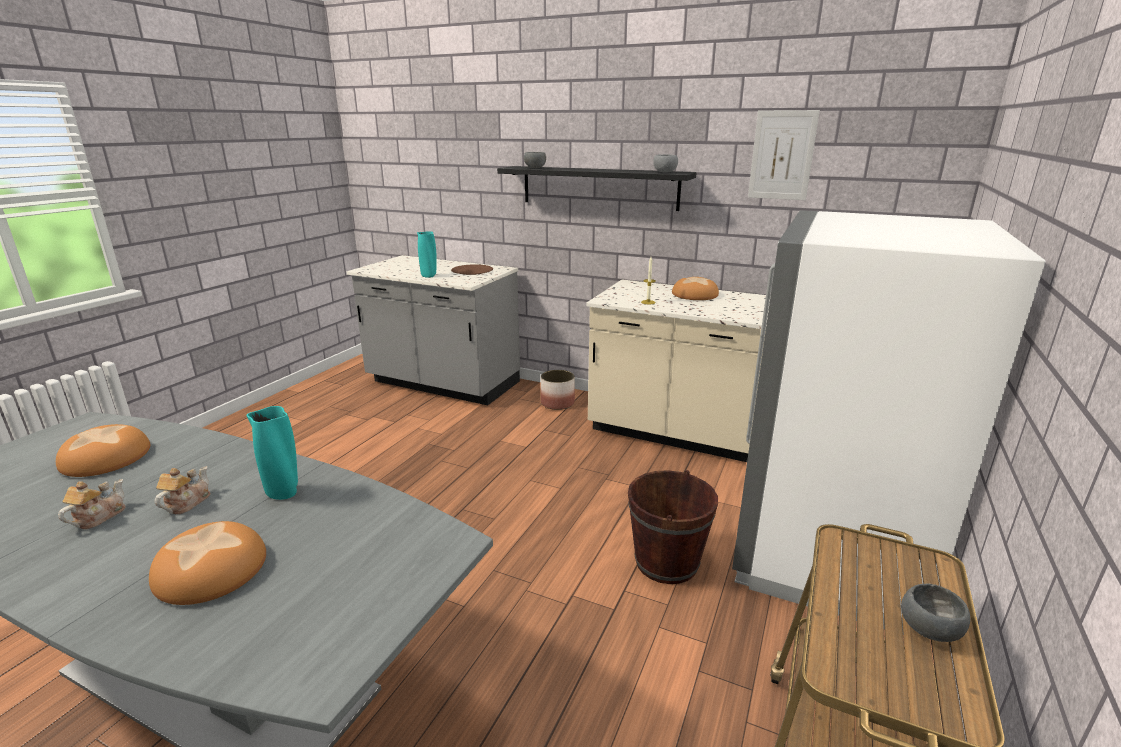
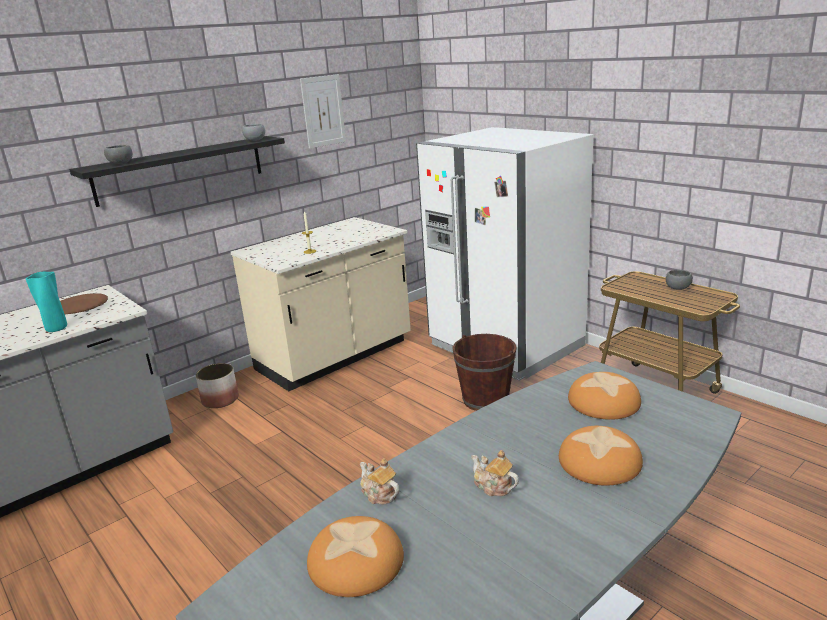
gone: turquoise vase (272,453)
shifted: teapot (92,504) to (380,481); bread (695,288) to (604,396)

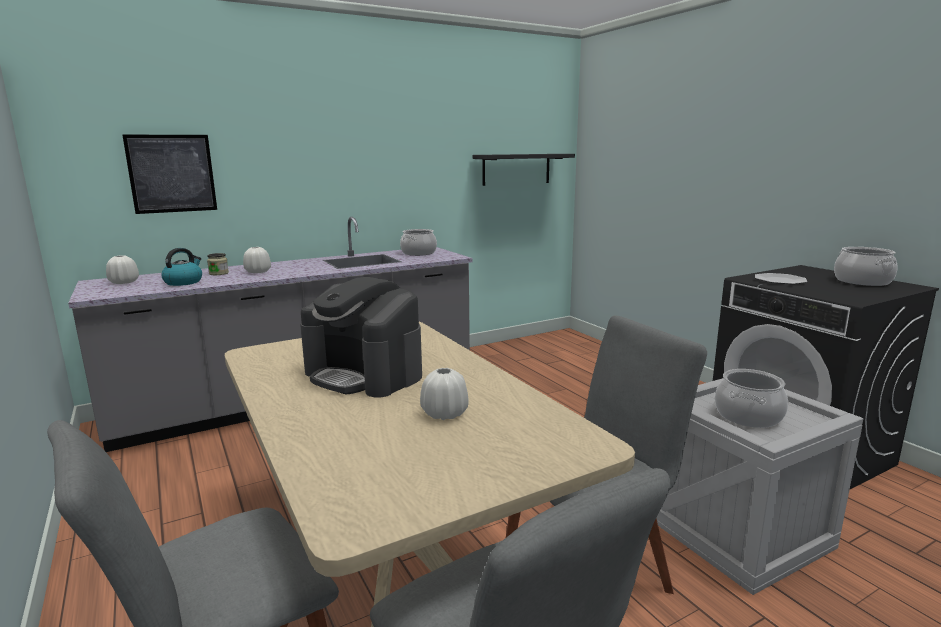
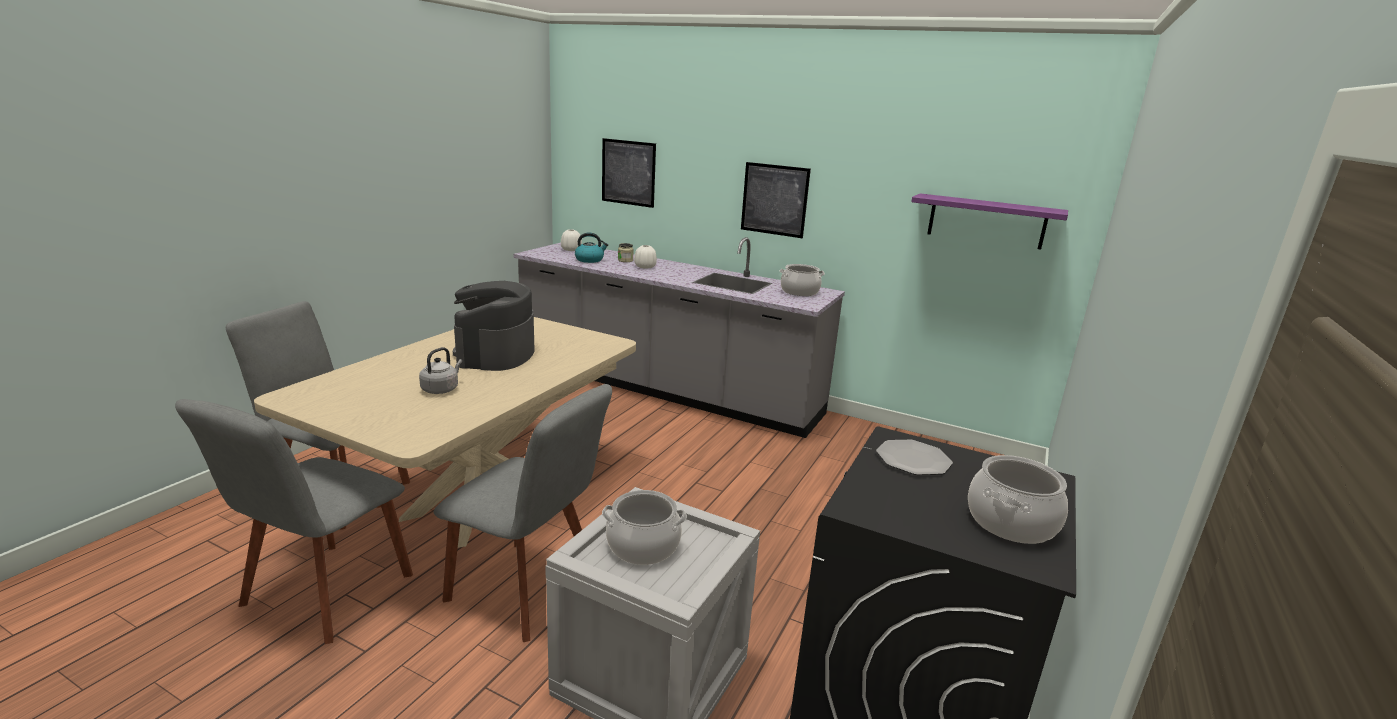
new: picture (776,200)
swapped: white vase (444,394) to grey kettle (440,370)
repainted: black shelf (524,170) to purple shelf (989,221)

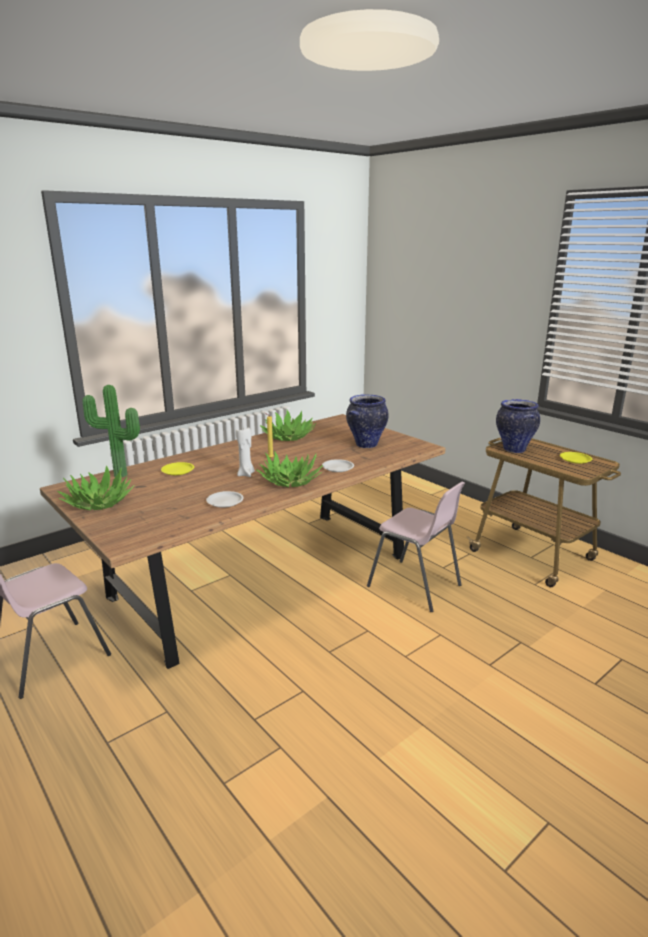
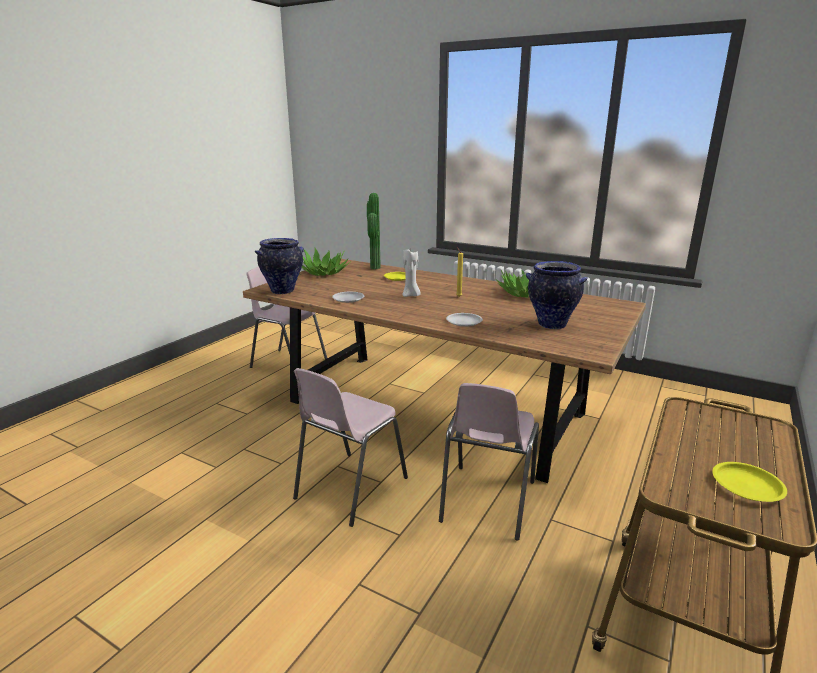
gone: potted plant (289,469)
new: pink chair (350,447)
shifted: vase (518,426) to (279,266)

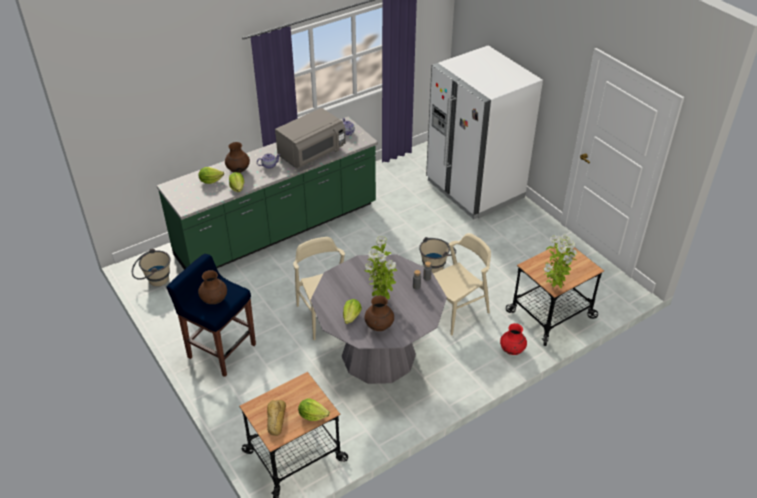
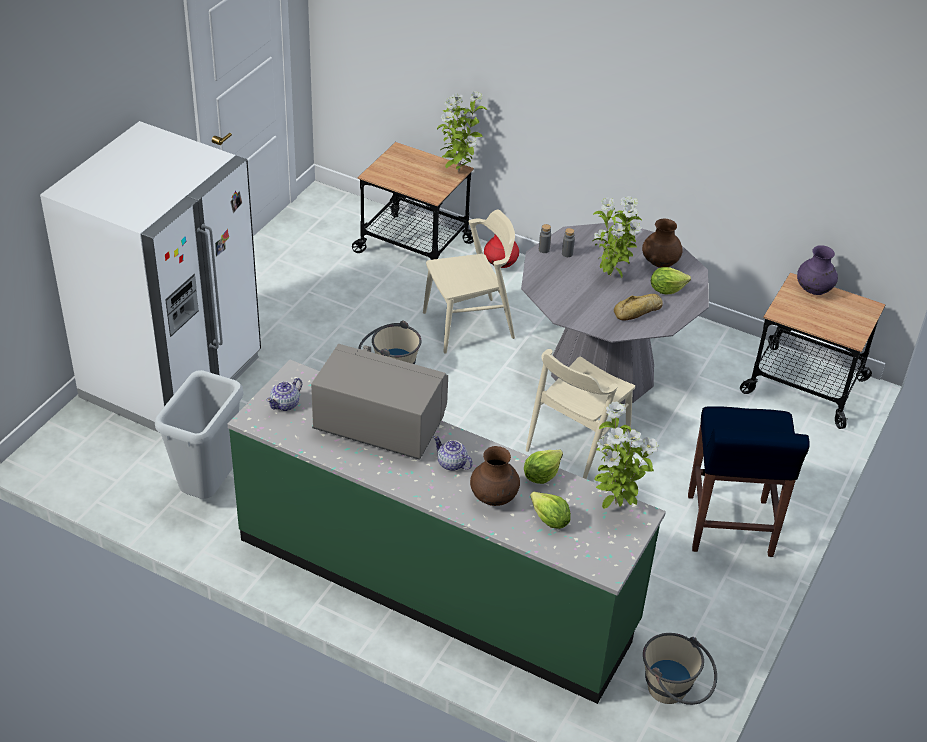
gone: brown vase (212,287)
new: grey trash can (199,434); potted plant (626,455)
shifted: bread (276,418) to (638,307)
swapped: lettuce (314,409) to purple vase (817,270)
rotated: beige chair (462,284) = (469,281) 135 degrees clockwise

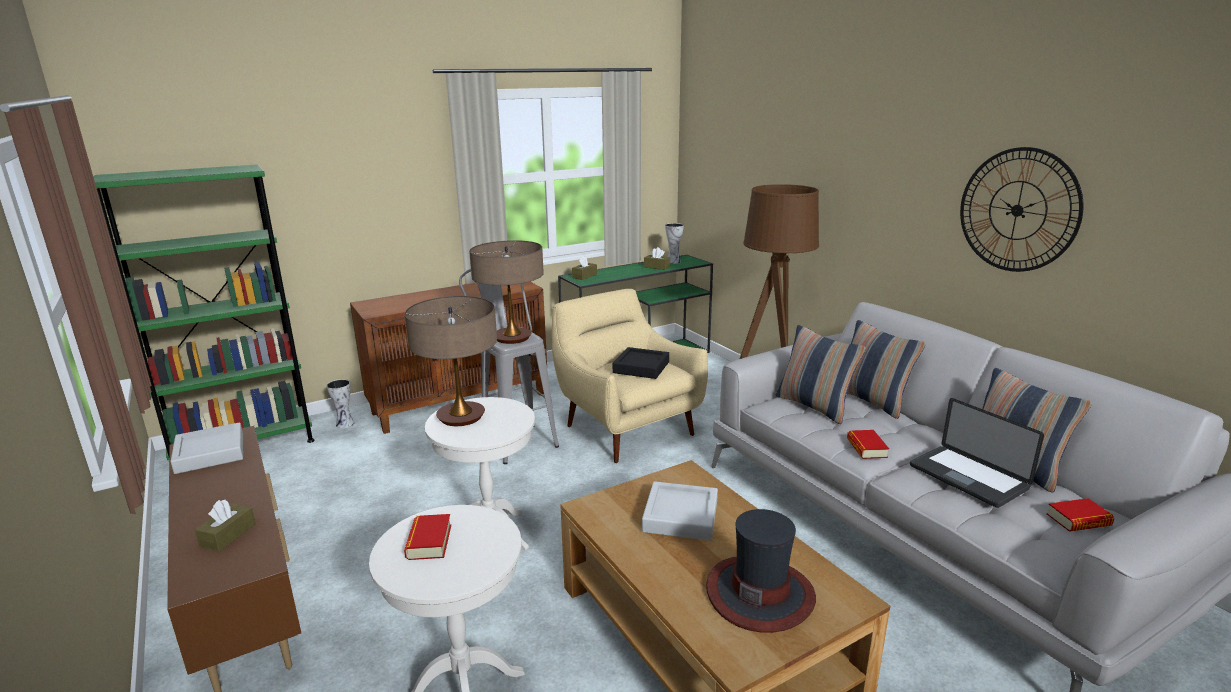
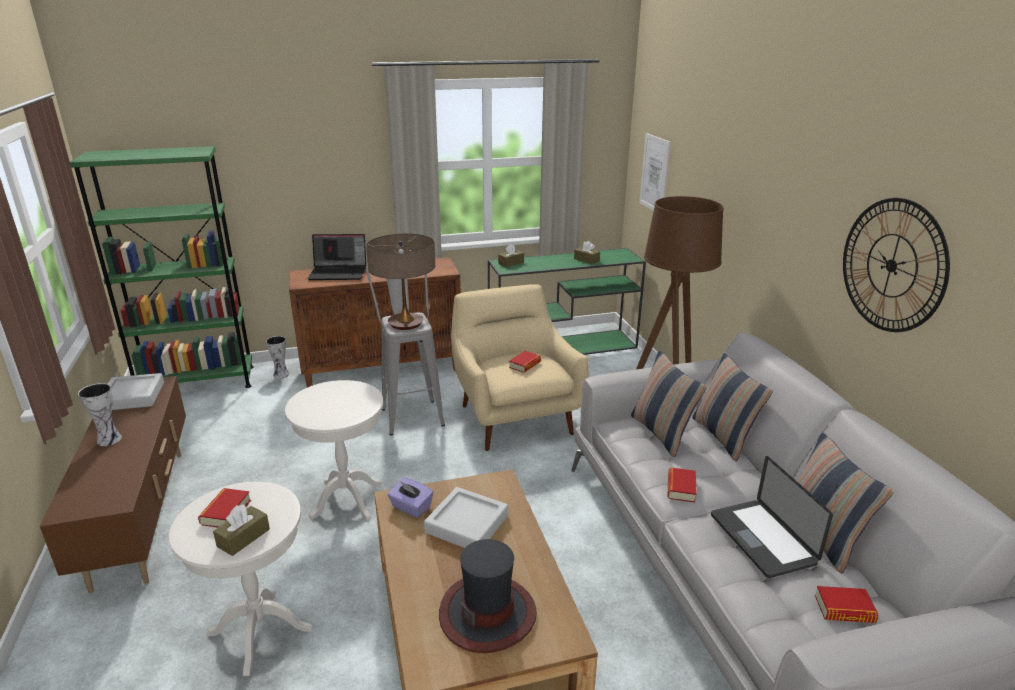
gone: table lamp (451,361)
new: laptop (336,257); purple tissue box (410,498); picture (655,172)
shifted: brown tissue box (225,526) to (241,530); vase (674,243) to (100,414)
swapped: black tray (641,363) to book (525,362)

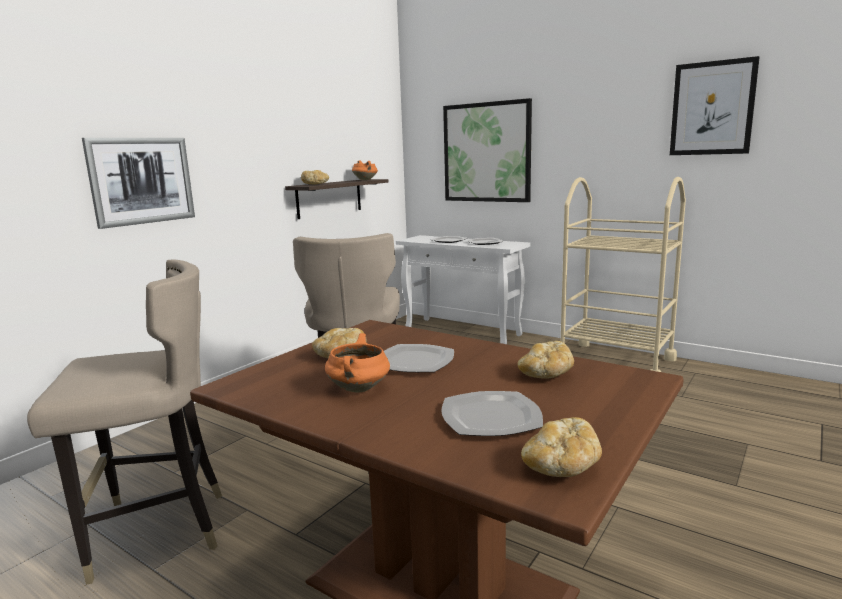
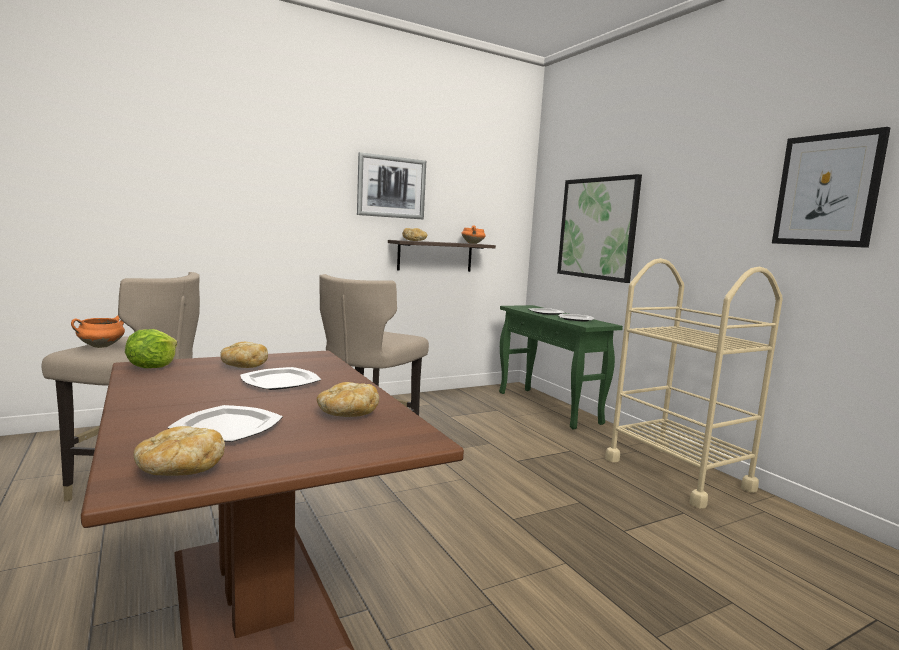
new: lettuce (151,348)
shifted: picture (138,183) to (391,185); orange cooking pot (357,363) to (98,331)
repainted: white console table (463,289) to green console table (561,367)

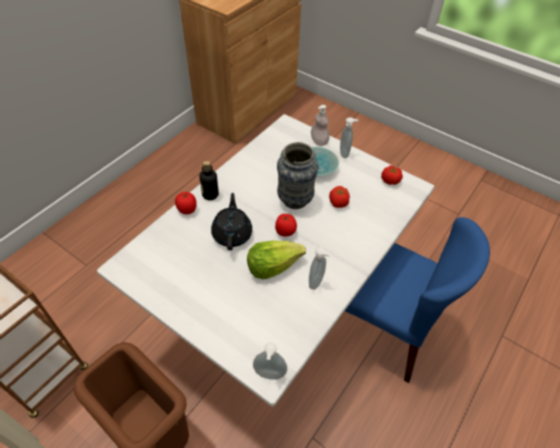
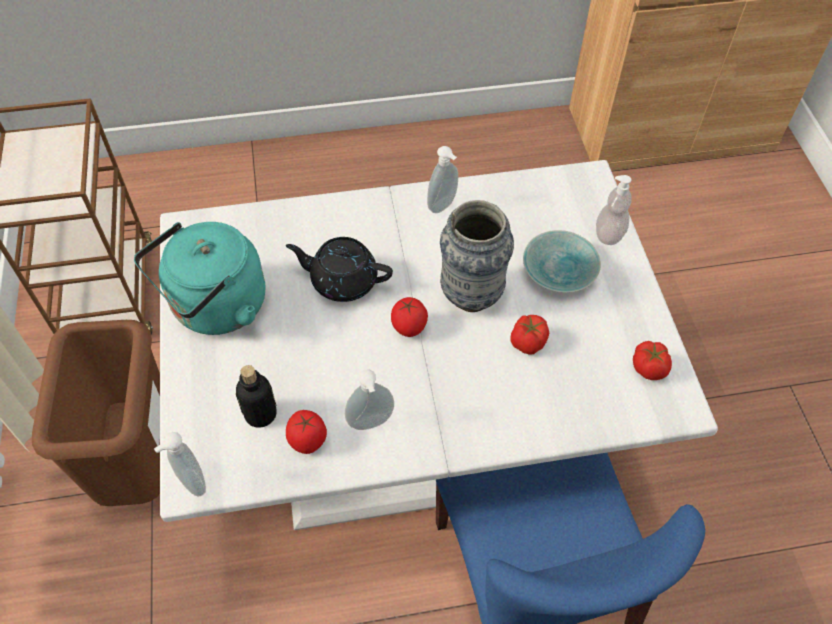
gone: lettuce (276,260)
new: turquoise kettle (199,278)
shifted: tomato (186,203) to (306,432); bottle (209,180) to (256,396); soap dispenser (349,137) to (442,179)
rotated: black teapot (231,221) = (339,269) 120 degrees counterclockwise

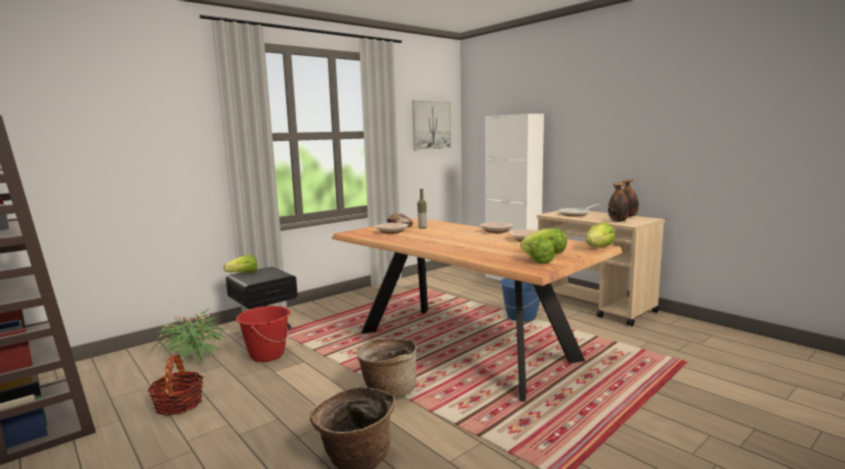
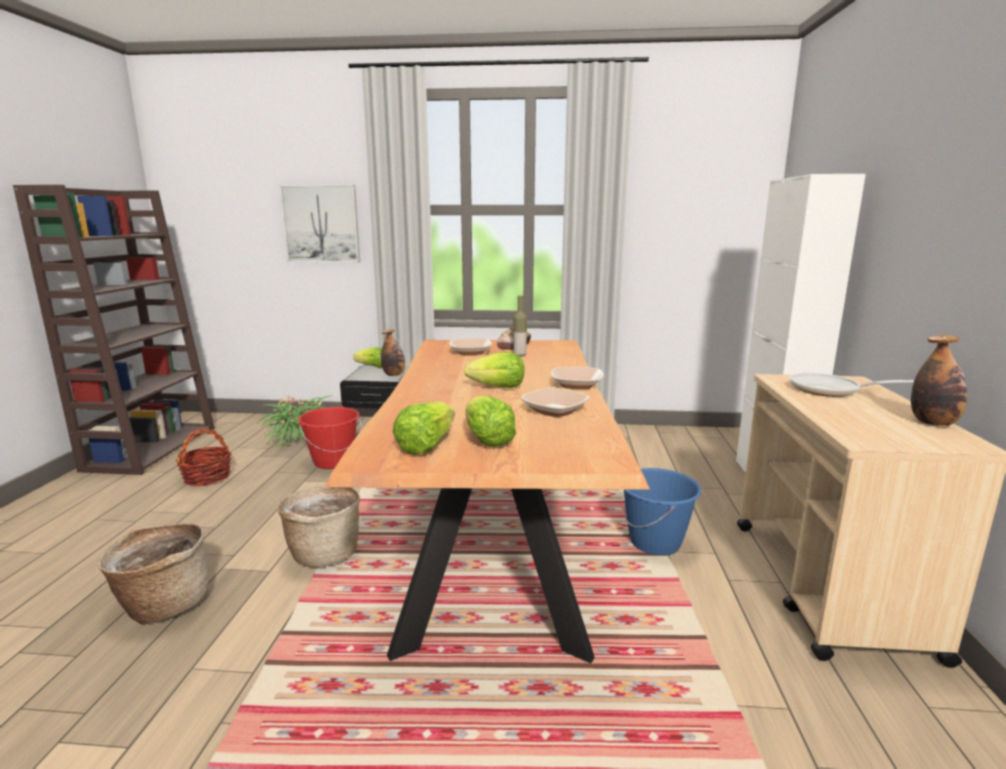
shifted: picture (432,125) to (320,224); lettuce (600,234) to (494,370); bottle (619,202) to (393,352)

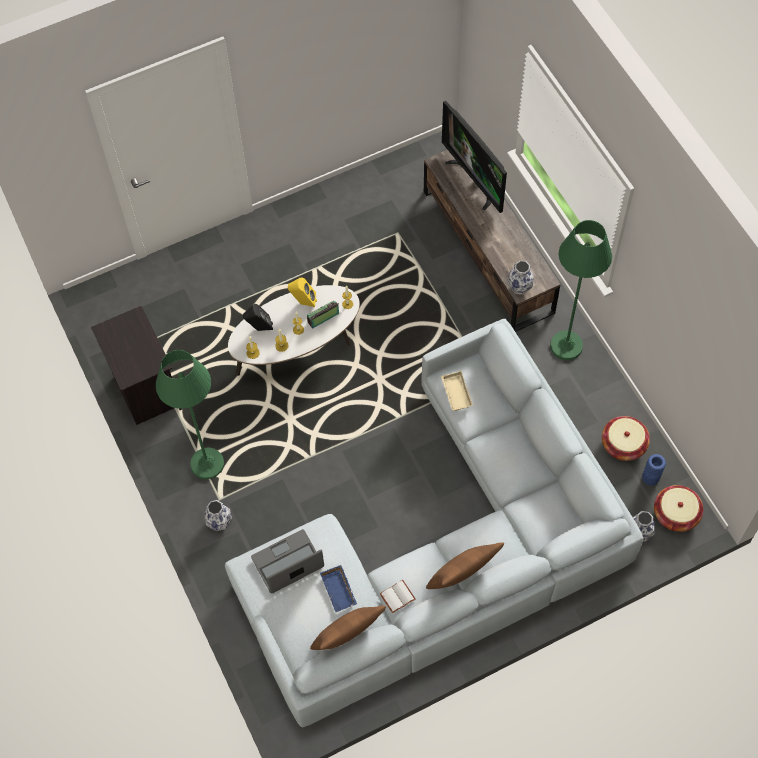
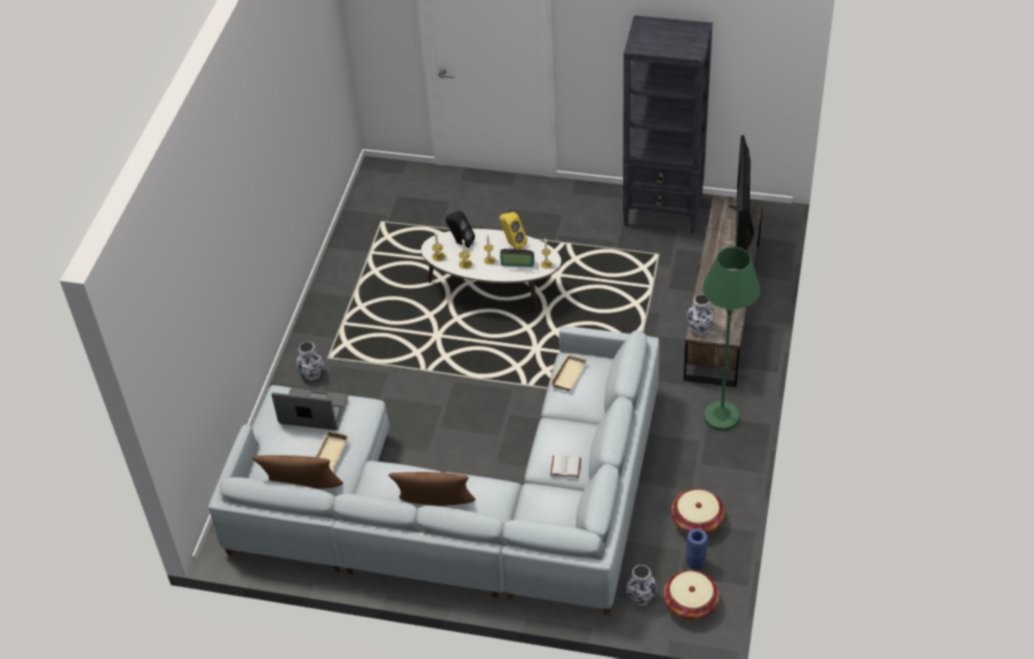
gone: black nightstand (136,365); green floor lamp (190,415)
new: black bookcase (668,124)
shifted: white book (398,596) to (565,466)
repainted: blue tray (338,588) to beige tray (332,450)

